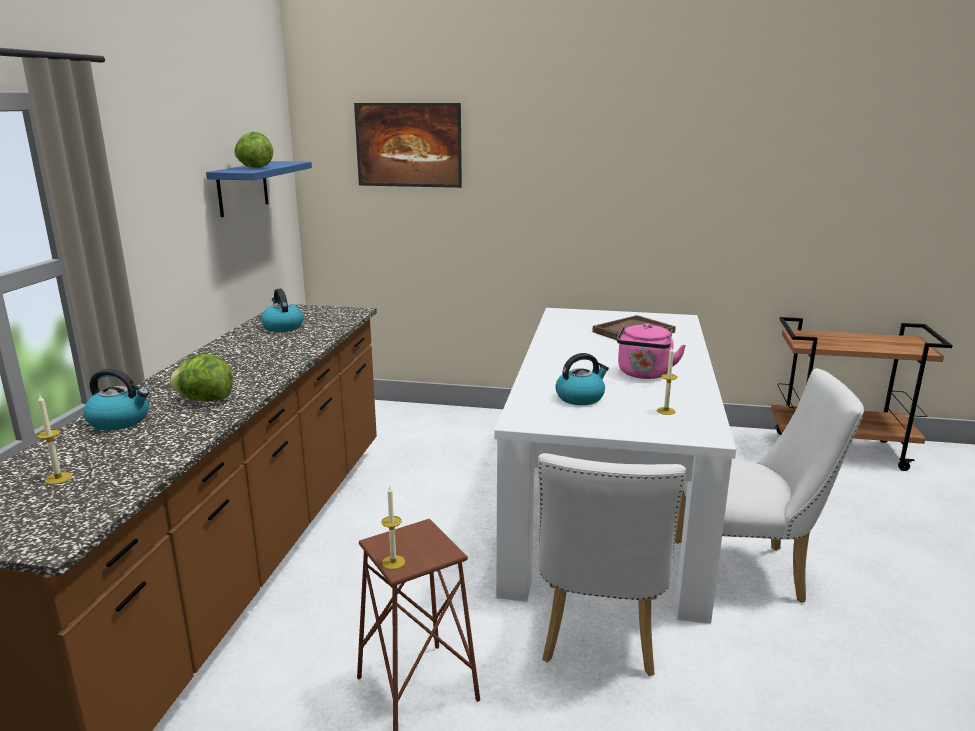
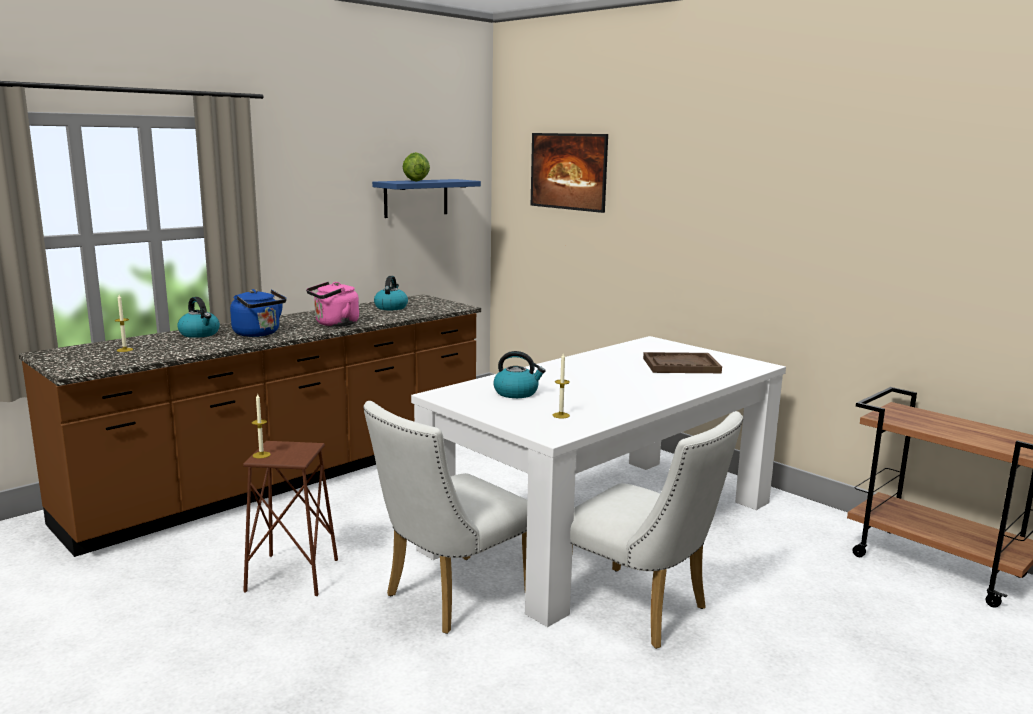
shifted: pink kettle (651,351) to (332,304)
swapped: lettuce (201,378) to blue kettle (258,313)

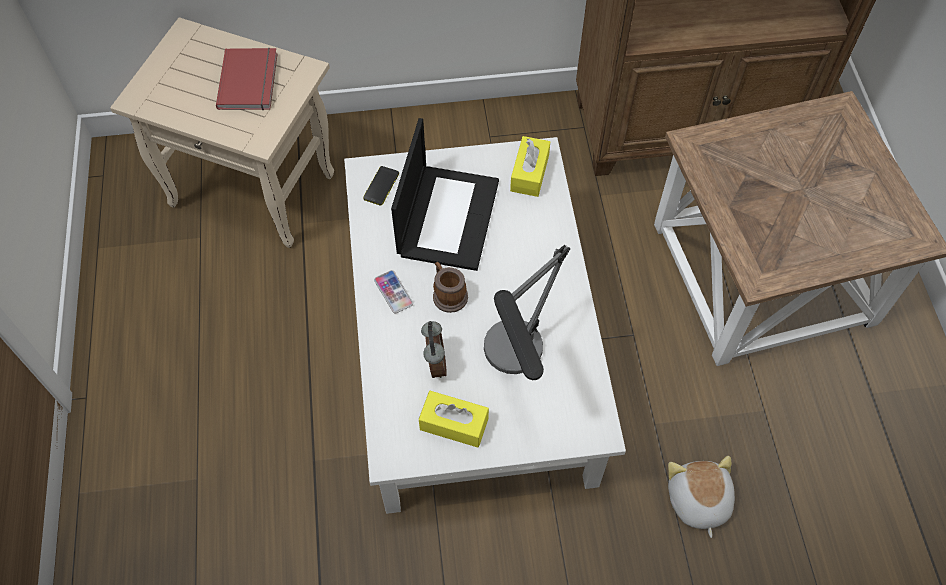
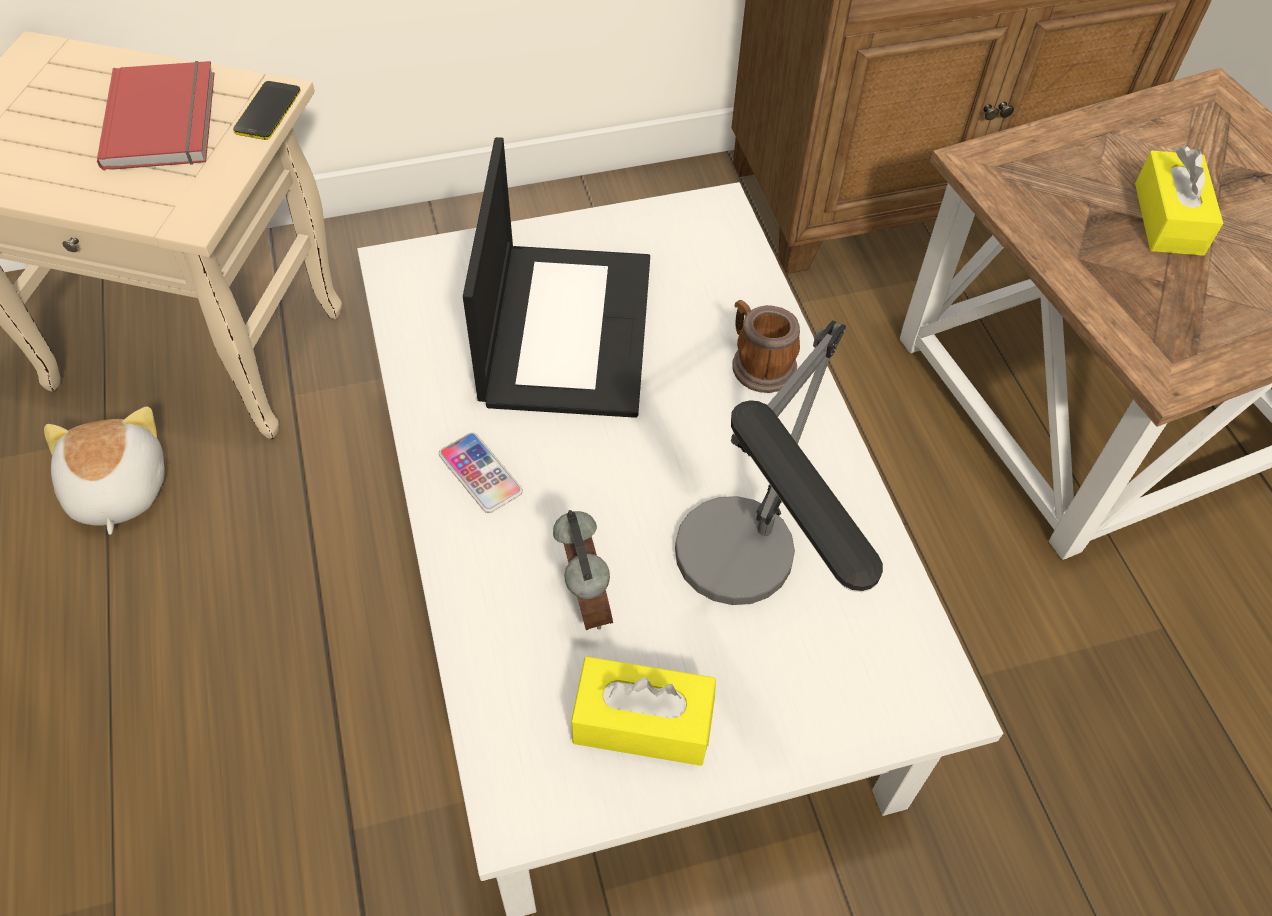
shifted: phone (381,186) to (267,110); mug (450,287) to (766,346); yellow tissue box (530,166) to (1179,201); plush toy (701,497) to (104,470)

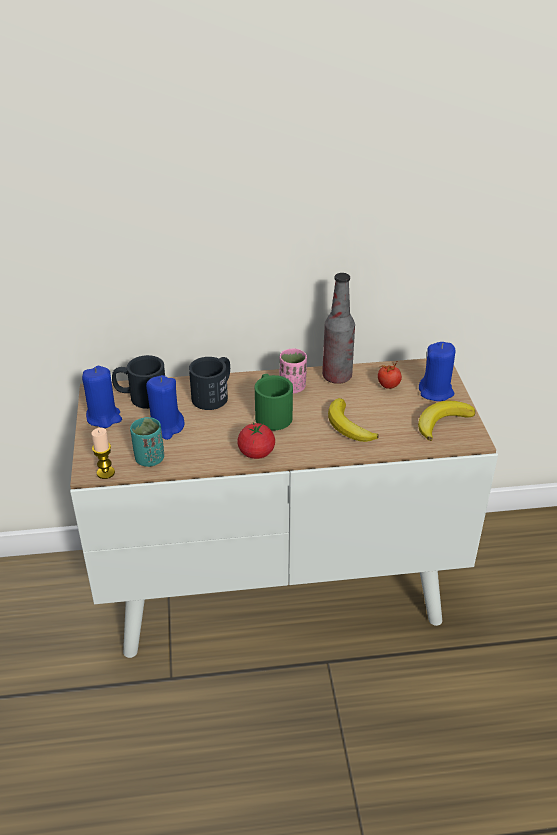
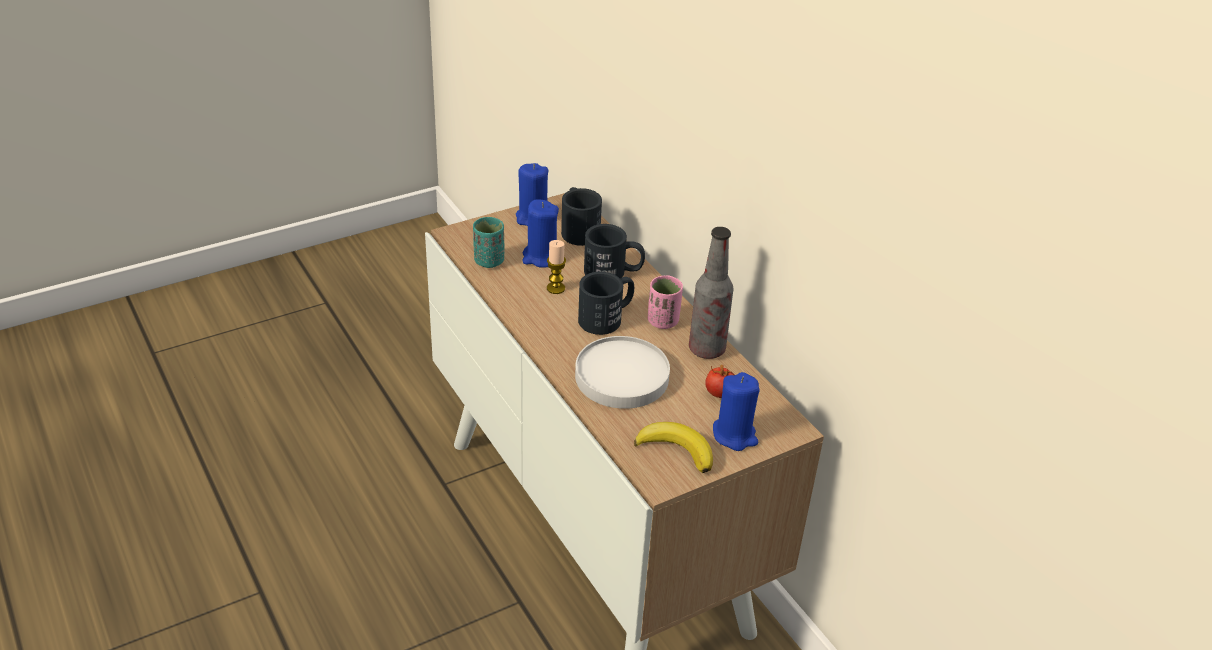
gone: tomato (256,440)
shifted: candle (103,453) to (556,267)
swapped: banana (353,420) to white plate (622,372)
repainted: green mug (274,402) to black mug (606,303)

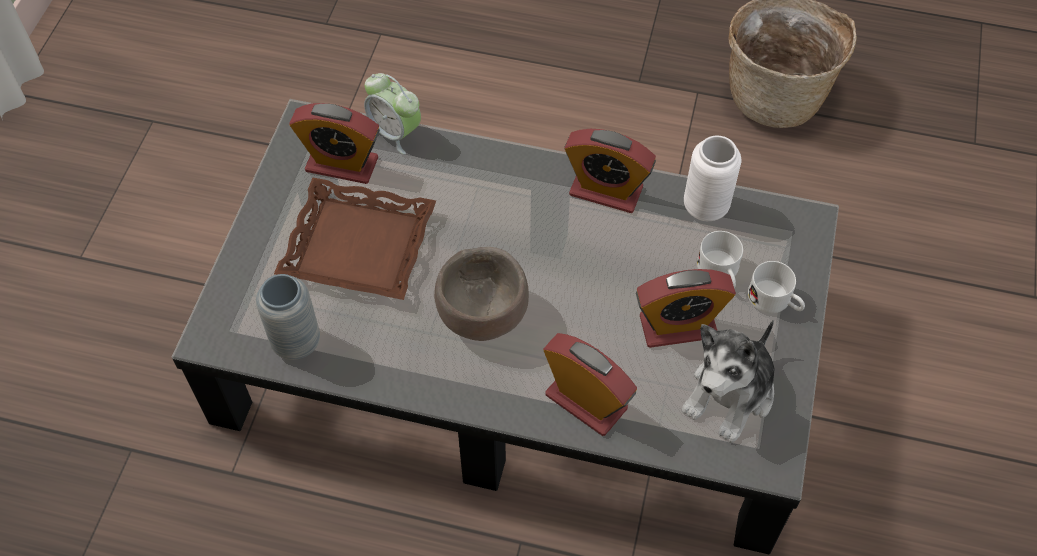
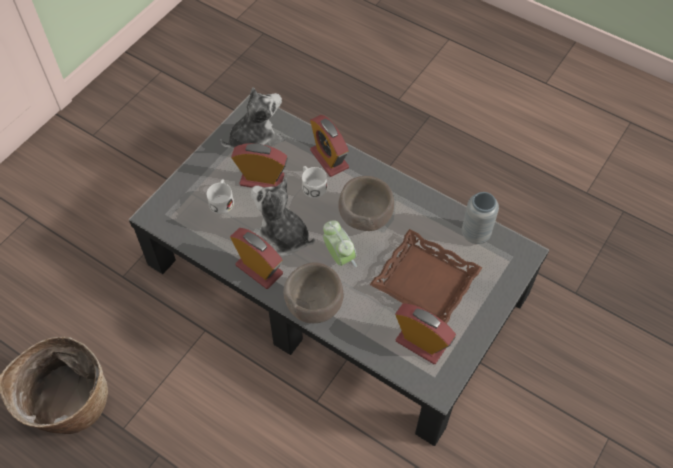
gone: white vase (712,178)
new: plush toy (282,217); brown bowl (313,292)
shifted: alarm clock (392,114) to (340,243); white mug (776,287) to (314,182)

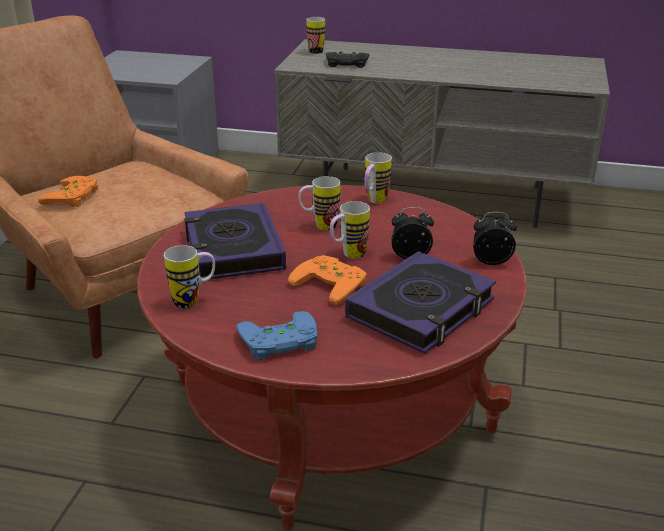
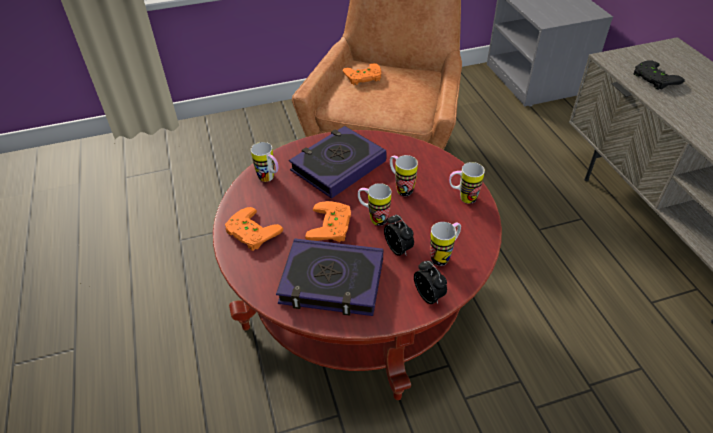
shifted: mug (315,35) to (445,244)
repainted: blue game controller (276,335) to orange game controller (254,229)

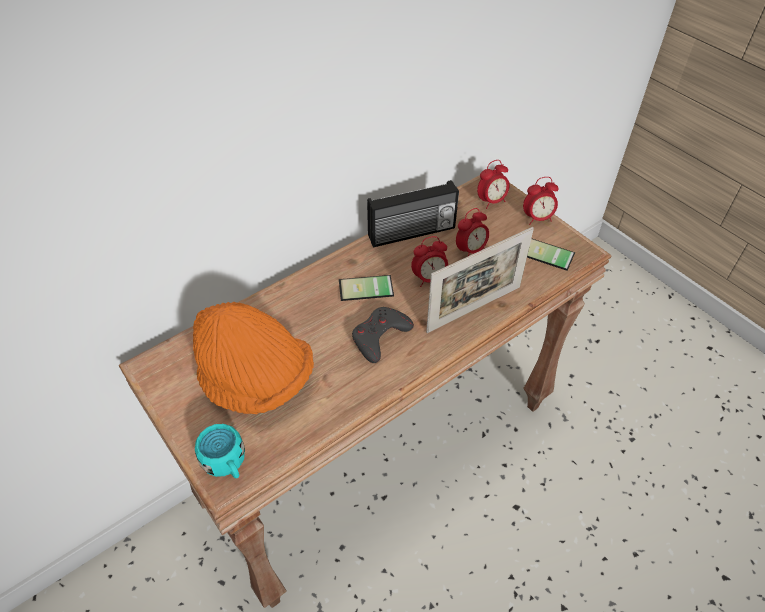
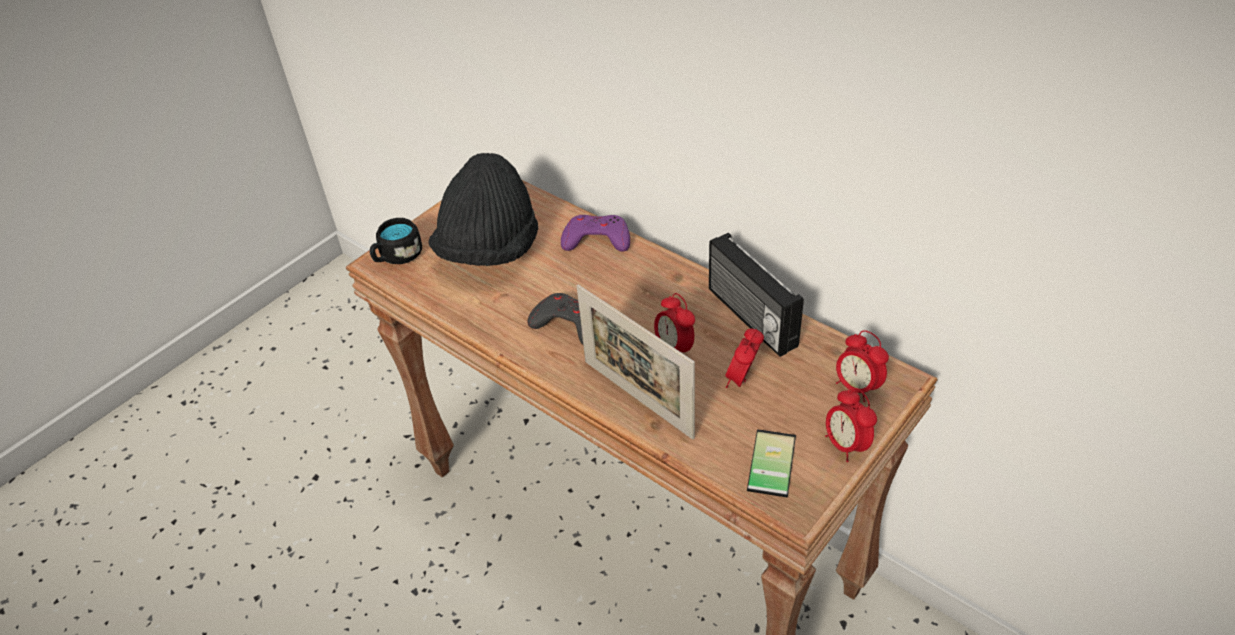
gone: phone (366,288)
new: purple game controller (595,233)
repainted: orange hat (253,358) to black hat (483,209); turquoise mug (220,451) to black mug (396,241)
rotated: alarm clock (472,232) = (744,358) 75 degrees clockwise

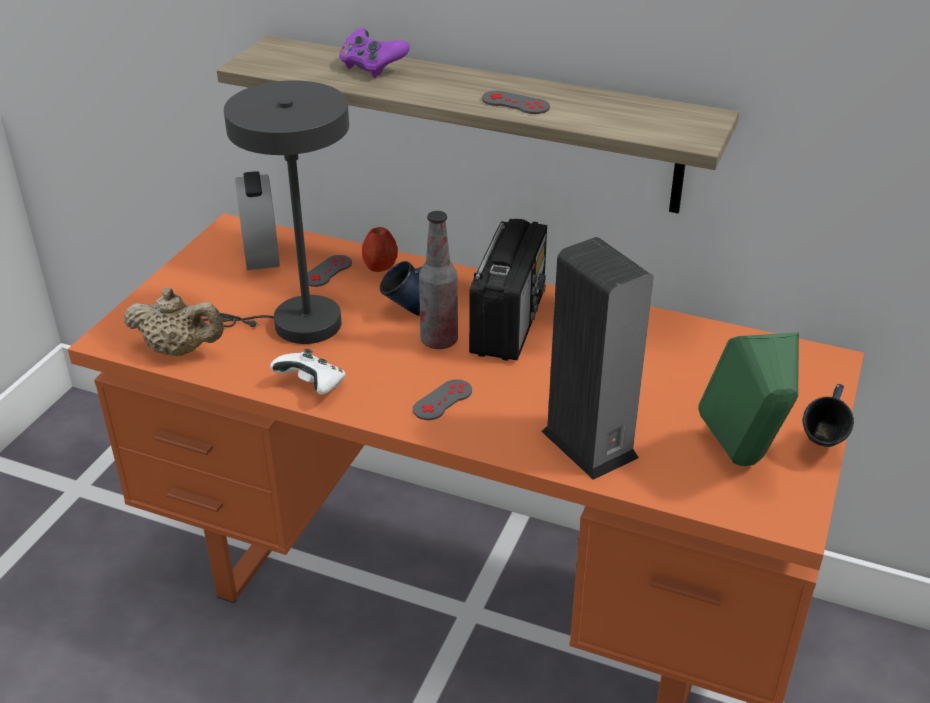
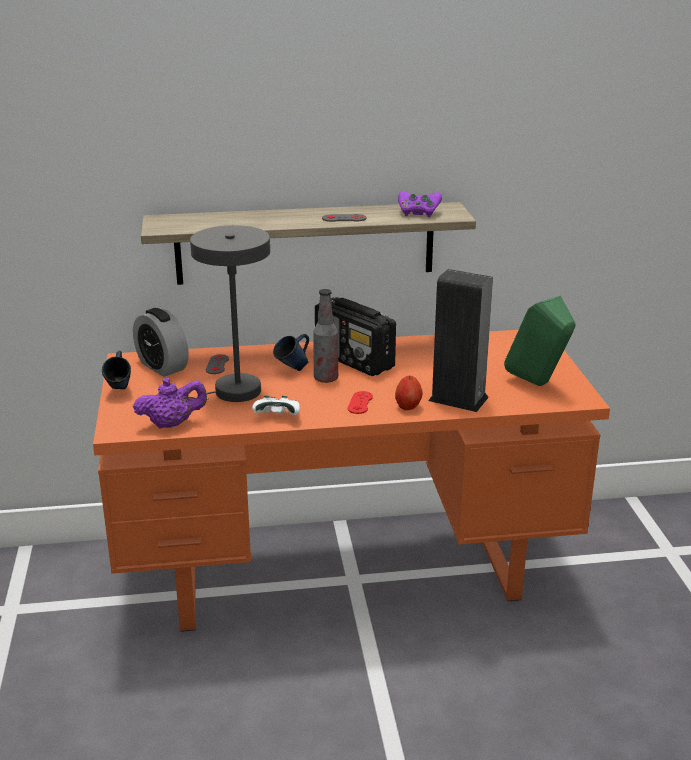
shifted: purple game controller (374,53) to (420,204); apple (380,249) to (409,393); blue mug (828,415) to (116,370)
repainted: beige teapot (174,322) to purple teapot (170,403); grey game controller (442,399) to red game controller (360,402)
rotated: radio (508,290) = (355,336) 150 degrees clockwise

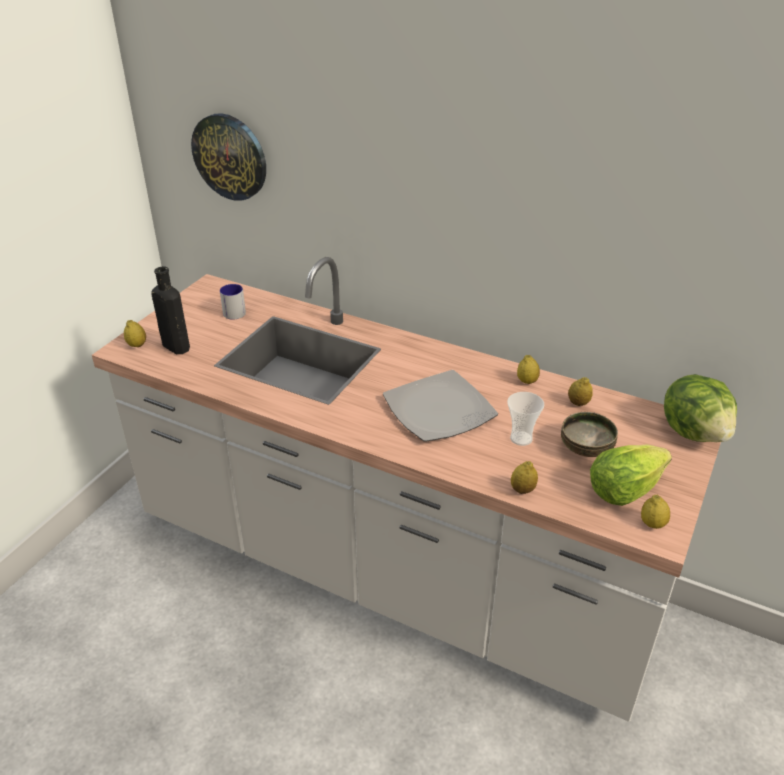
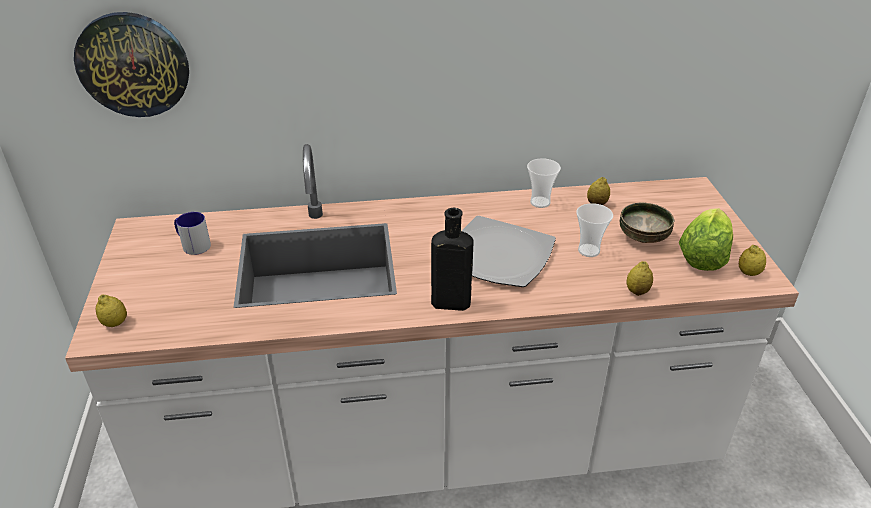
gone: lettuce (700,408)
shifted: black bottle (170,310) to (452,259)
swapped: lemon (528,369) to cup (544,183)

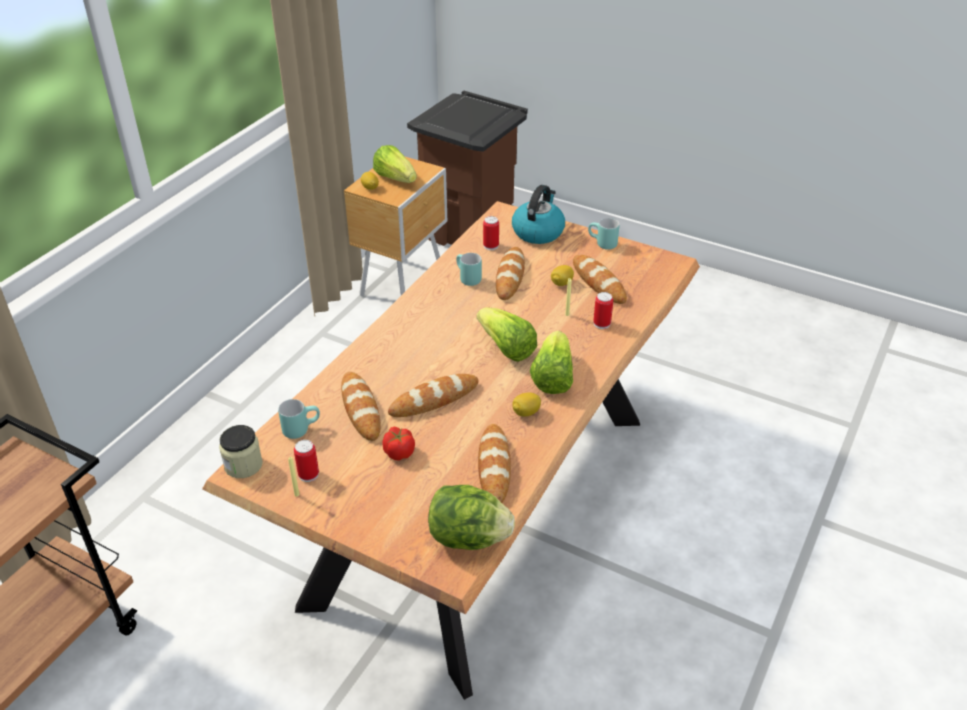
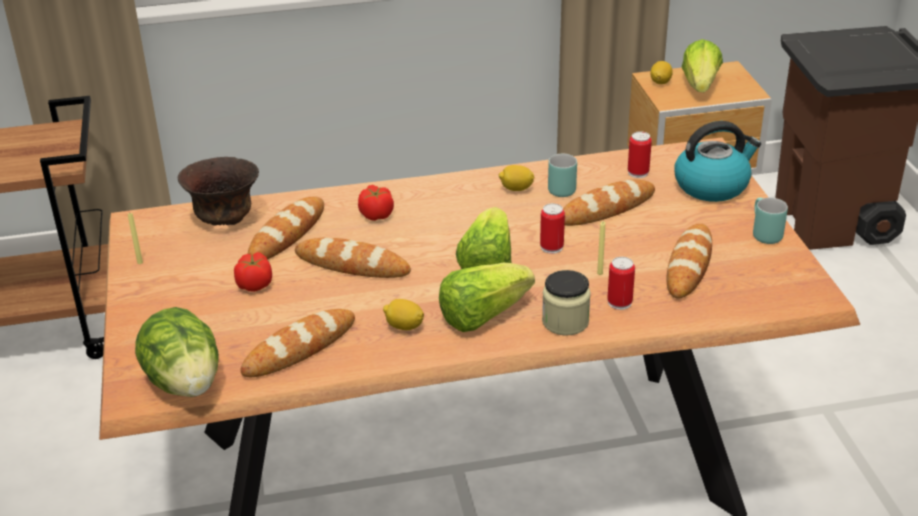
new: tomato (376,203)
shifted: jar (241,451) to (566,303); can (306,461) to (552,228); lemon (562,275) to (517,178)
swapped: turquoise mug (299,419) to brown bowl (218,191)

